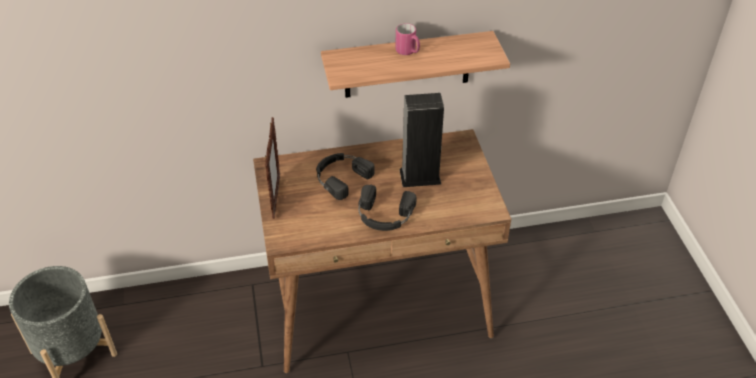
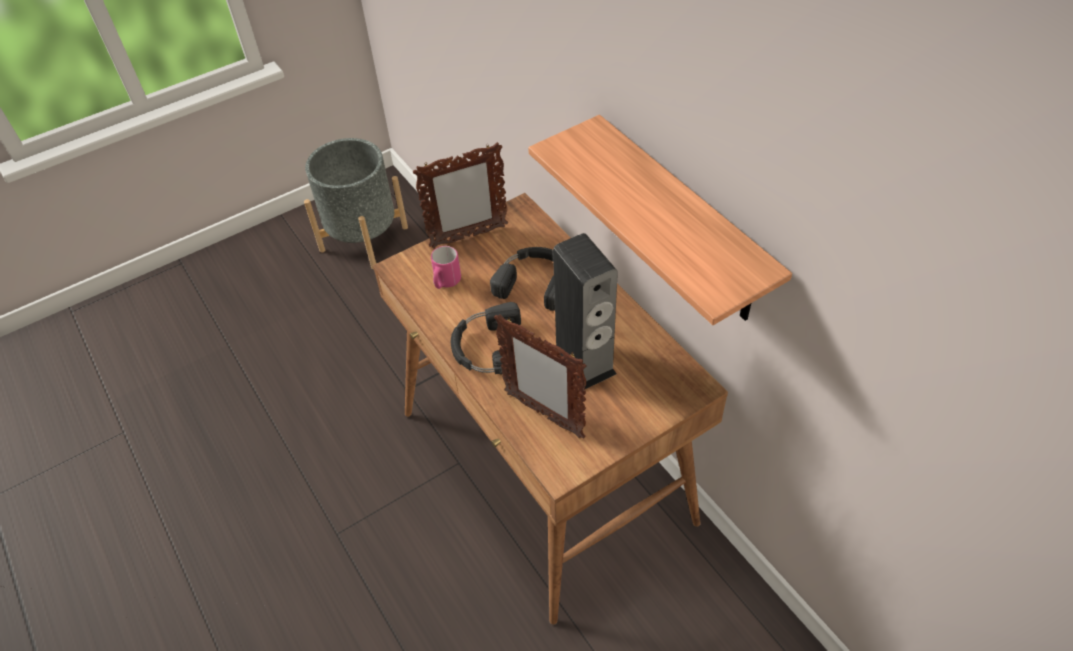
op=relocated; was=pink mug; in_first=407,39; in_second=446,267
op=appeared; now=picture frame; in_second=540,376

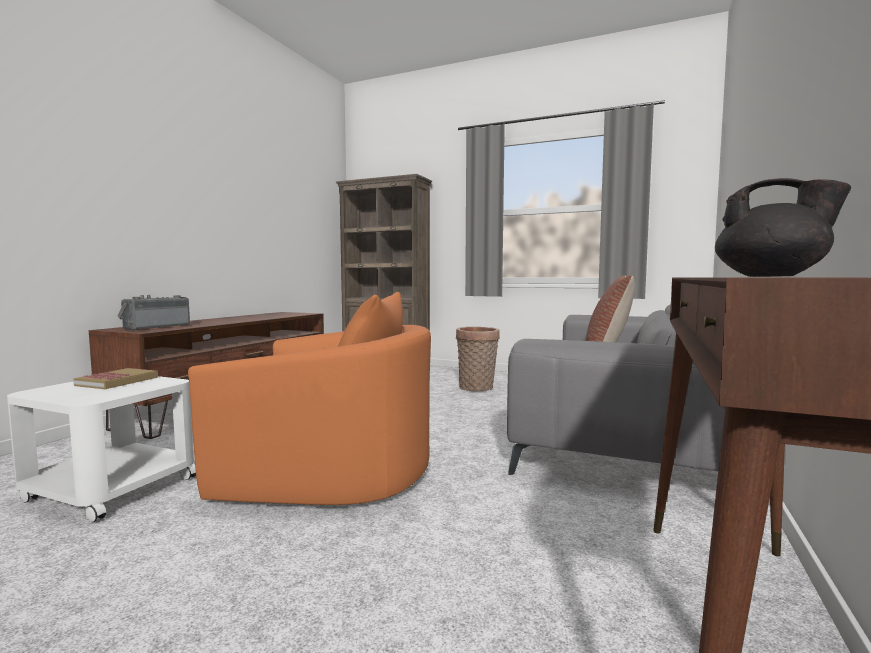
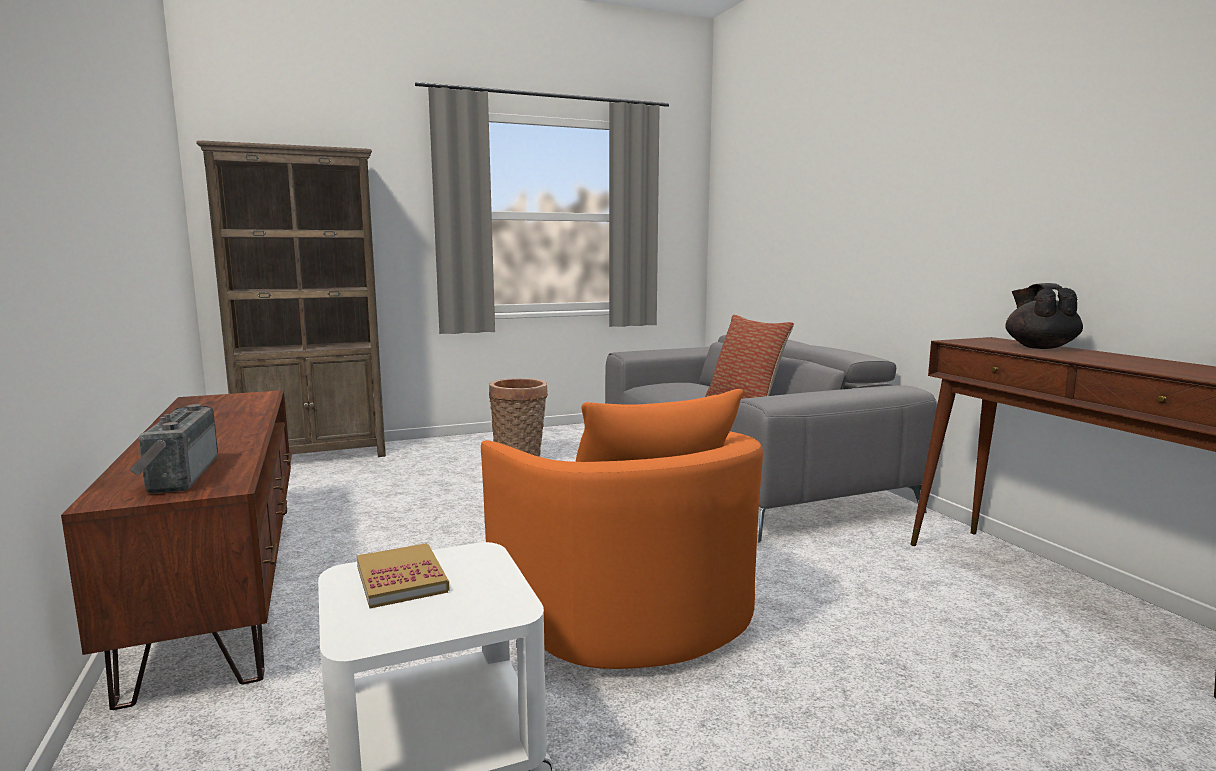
op=spun; was=black teapot; in_first=783,227; in_second=1044,316; clockwise=-75
op=spun; was=orange armchair; in_first=309,398; in_second=622,529; clockwise=105

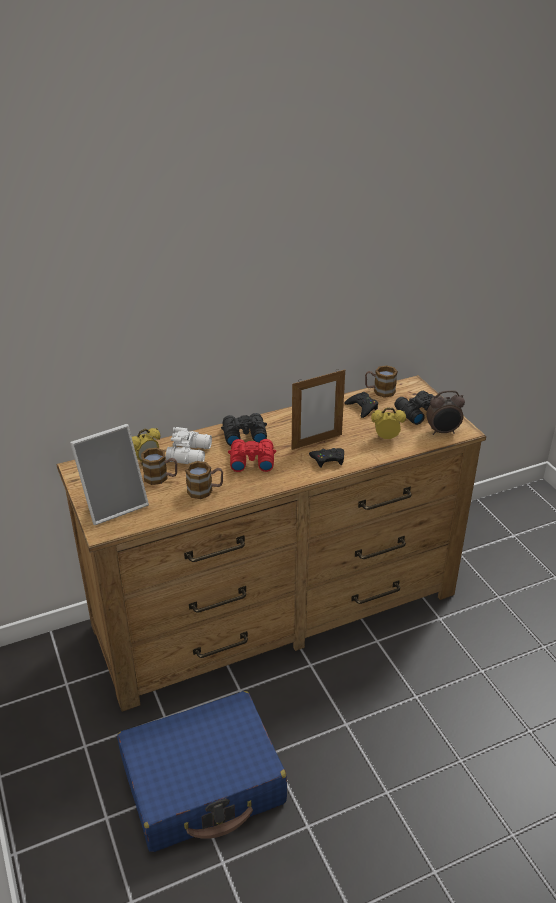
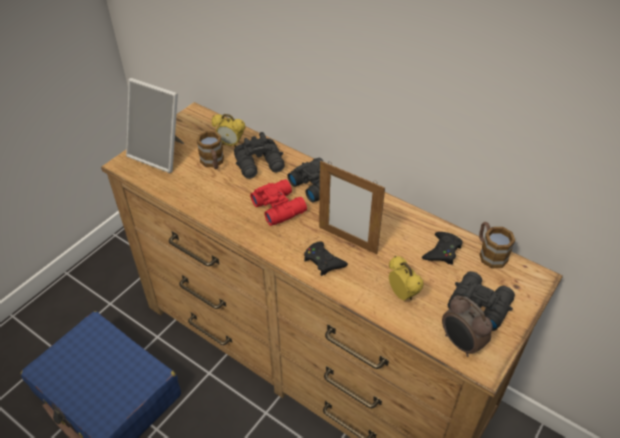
op=colour; was=white binoculars; now=black binoculars; in_first=189,445; in_second=259,155
op=missing; was=mug; in_first=204,480

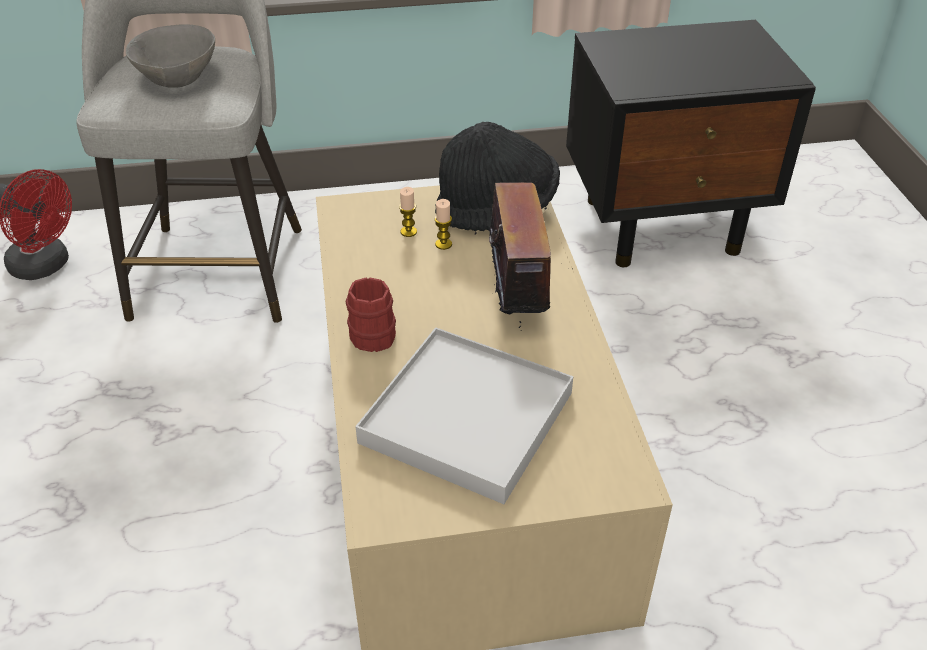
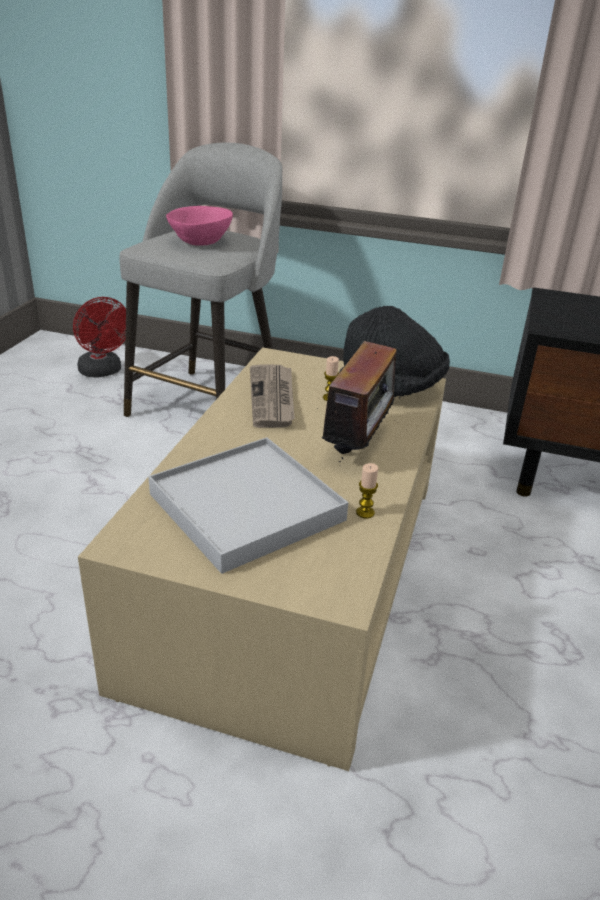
op=colour; was=grey bowl; now=pink bowl; in_first=170,56; in_second=199,226
op=relocated; was=candle; in_first=408,212; in_second=367,491
op=missing; was=red mug; in_first=371,315
op=appeared; now=newspaper; in_second=272,396

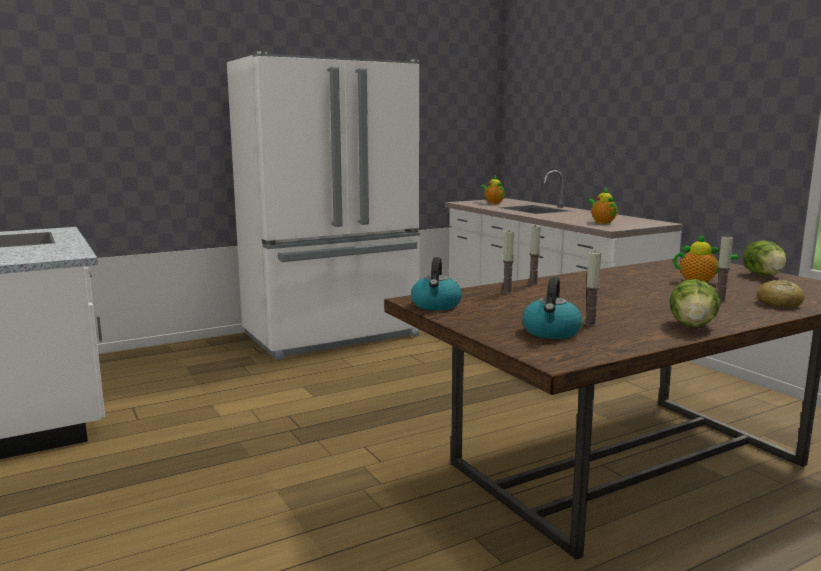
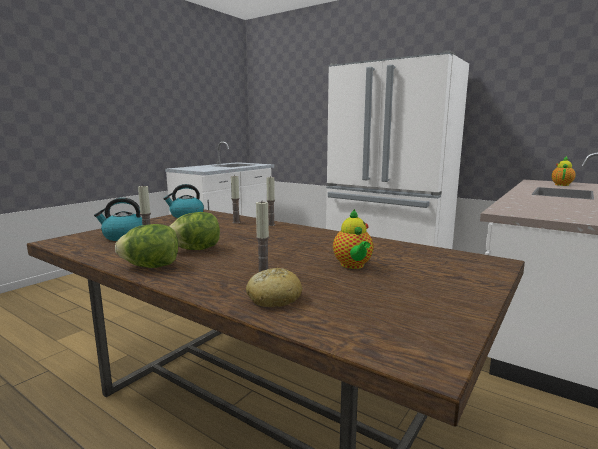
op=missing; was=teapot; in_first=602,205
op=relocated; was=lettuce; in_first=764,258; in_second=195,231

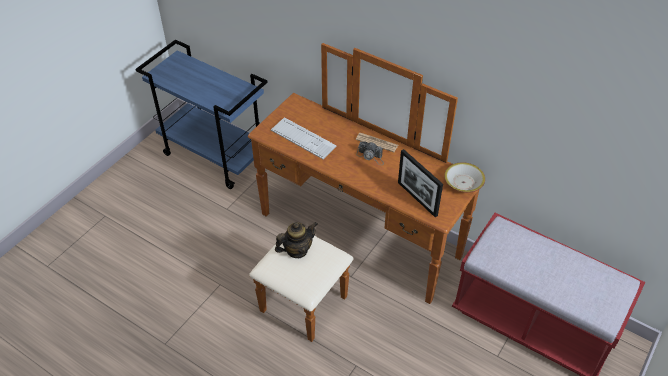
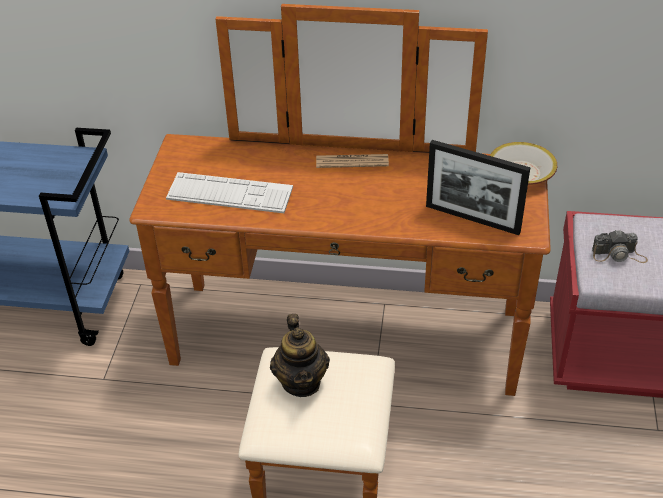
op=relocated; was=photo camera; in_first=370,153; in_second=620,246
op=spun; was=teapot; in_first=296,240; in_second=300,355; clockwise=135

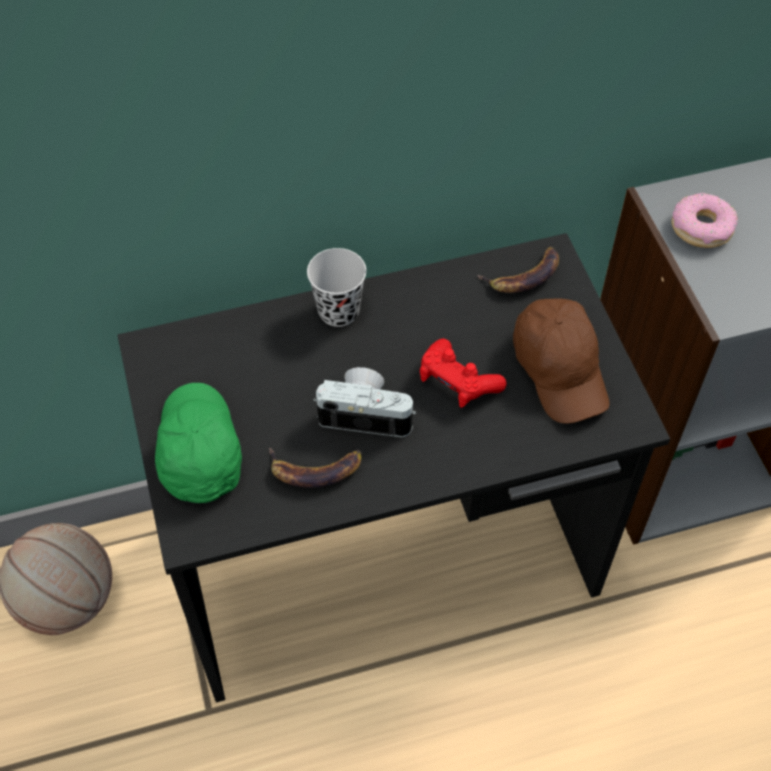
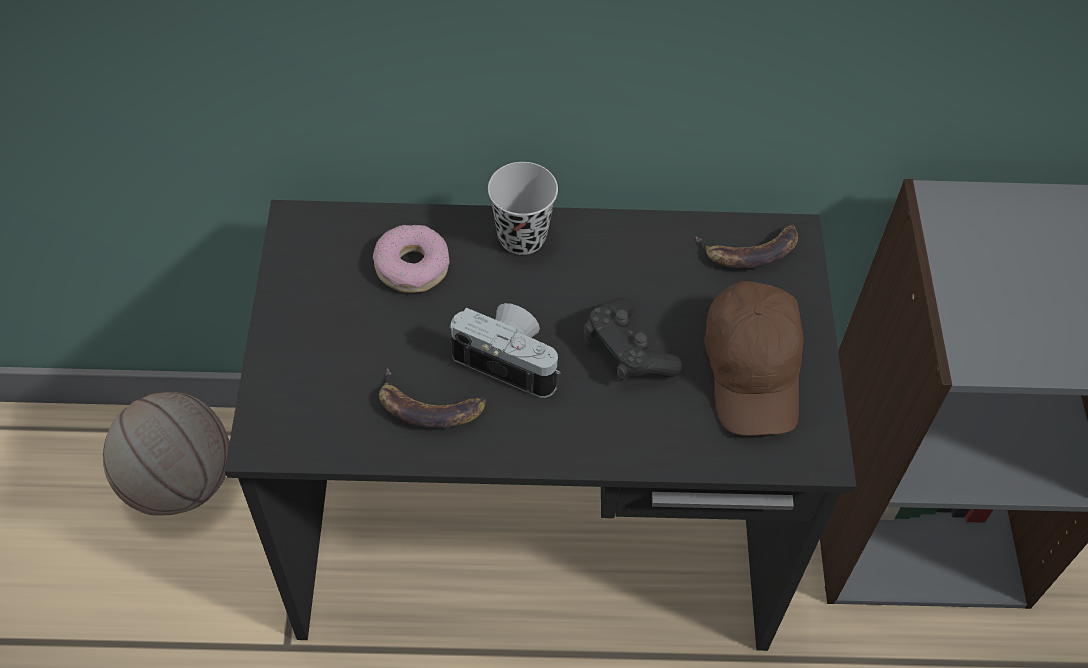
op=relocated; was=donut; in_first=704,220; in_second=411,259
op=colour; was=red game controller; now=black game controller; in_first=463,373; in_second=633,339
op=missing; was=green cap; in_first=198,443

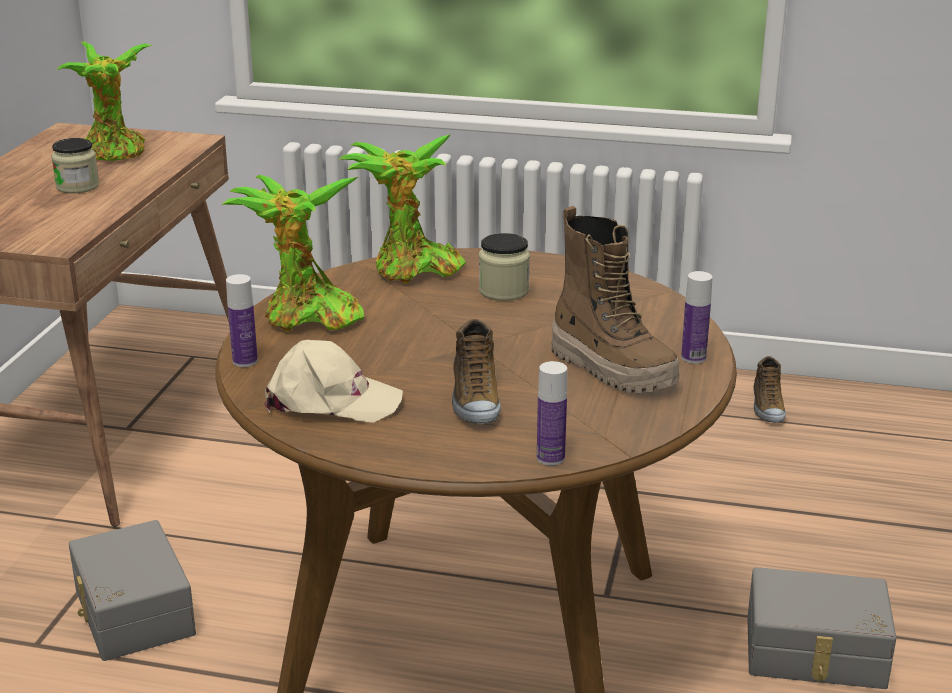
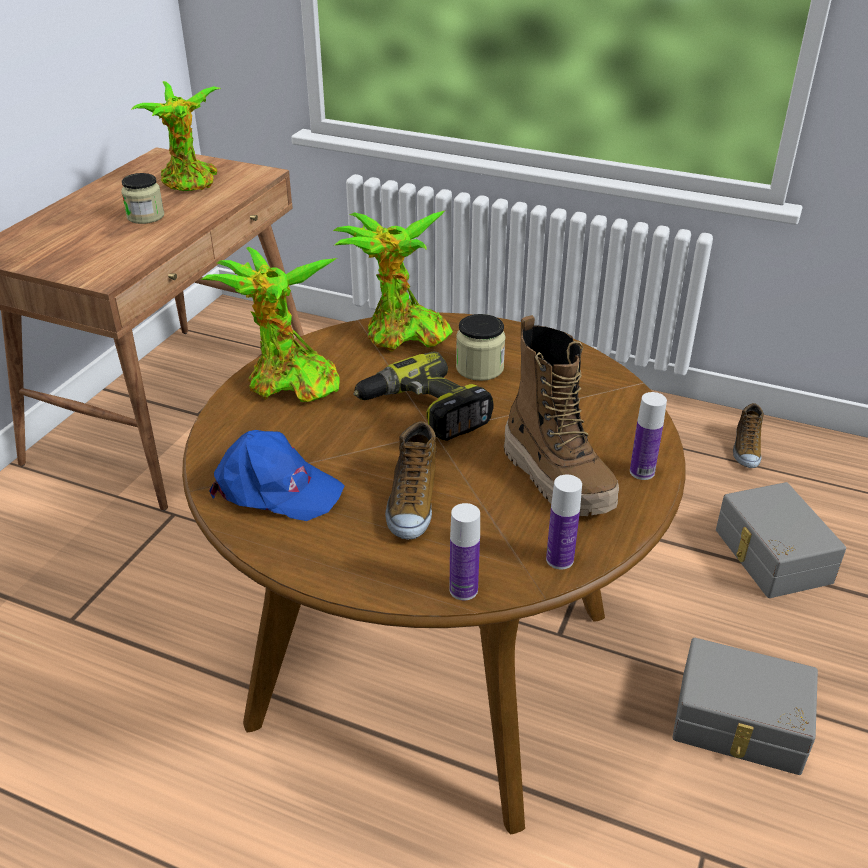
op=relocated; was=bottle; in_first=242,320; in_second=564,521
op=colour; was=beige cap; now=blue cap; in_first=334,381; in_second=277,475
op=relocated; was=grey storage box; in_first=132,590; in_second=781,540
op=appeared; now=power drill; in_second=423,396

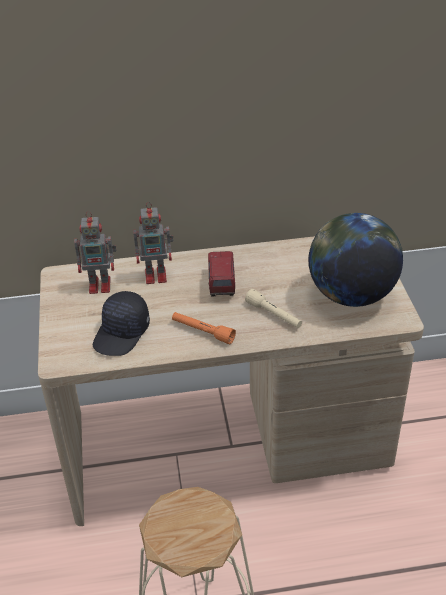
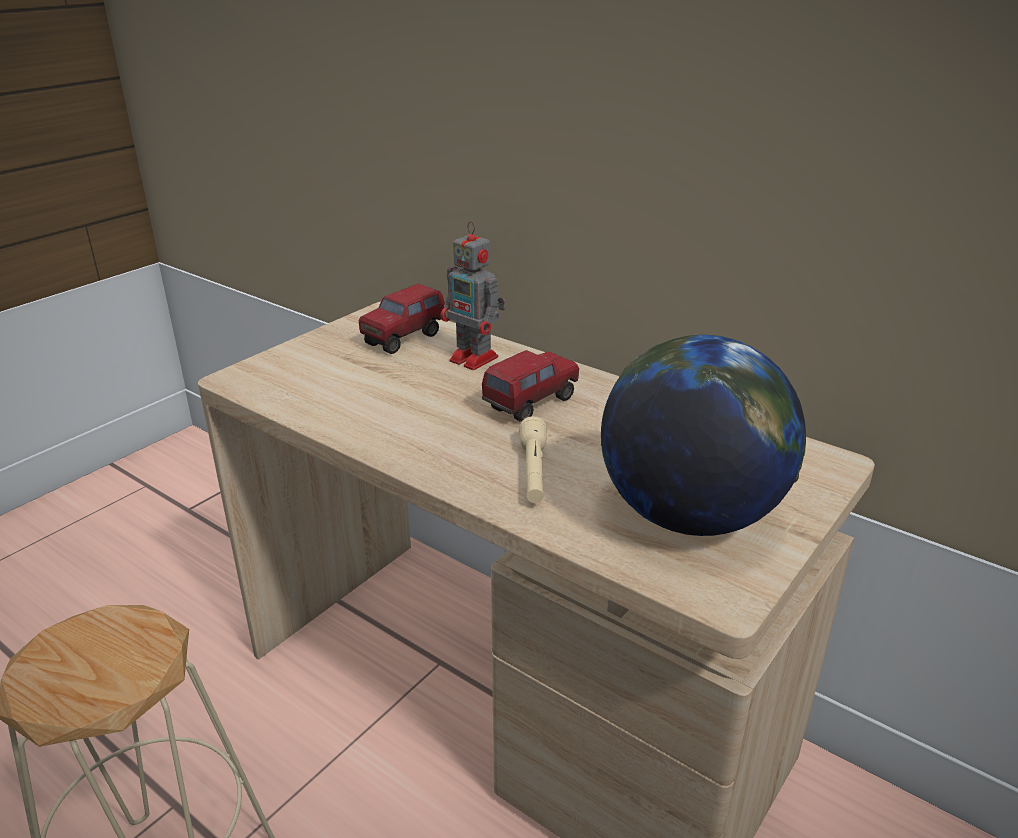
op=exchanged; was=toy robot; now=toy truck; in_first=95,252; in_second=402,319
op=missing; was=black cap; in_first=121,323
op=missing; was=orange flashlight; in_first=204,328

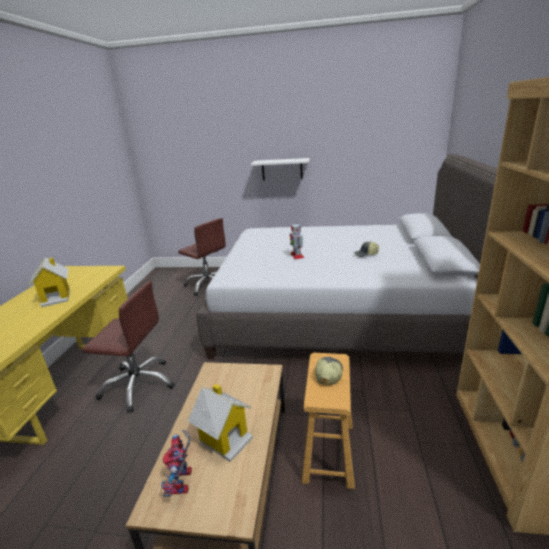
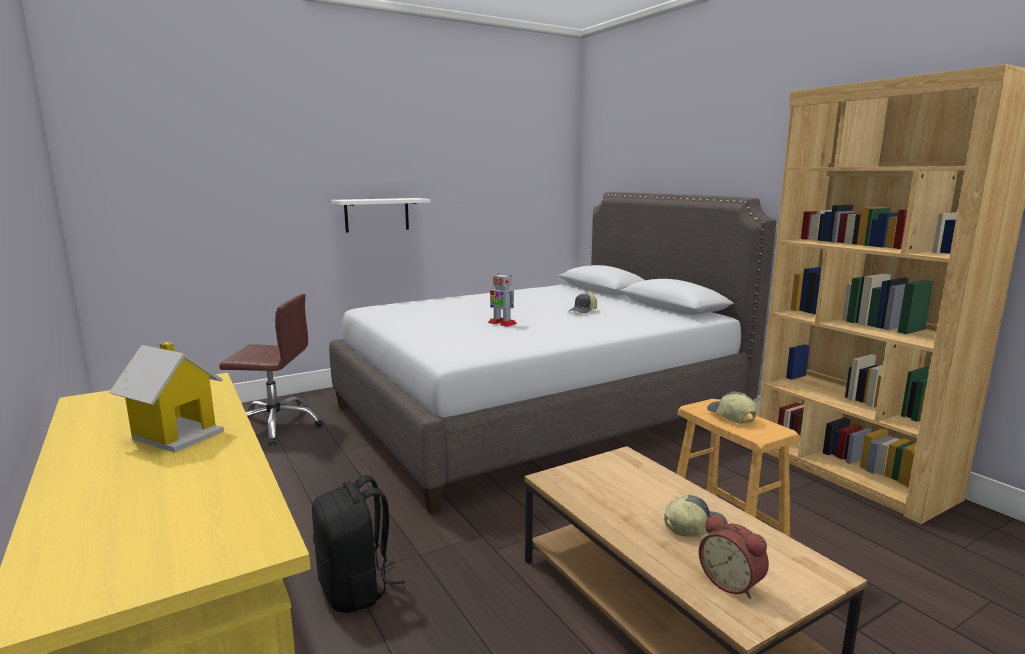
op=exchanged; was=brown office chair; now=black backpack; in_first=128,347; in_second=358,544
op=exchanged; was=toy house; now=cap; in_first=220,423; in_second=696,516
op=exchanged; was=toy robot; now=alarm clock; in_first=176,463; in_second=734,556

